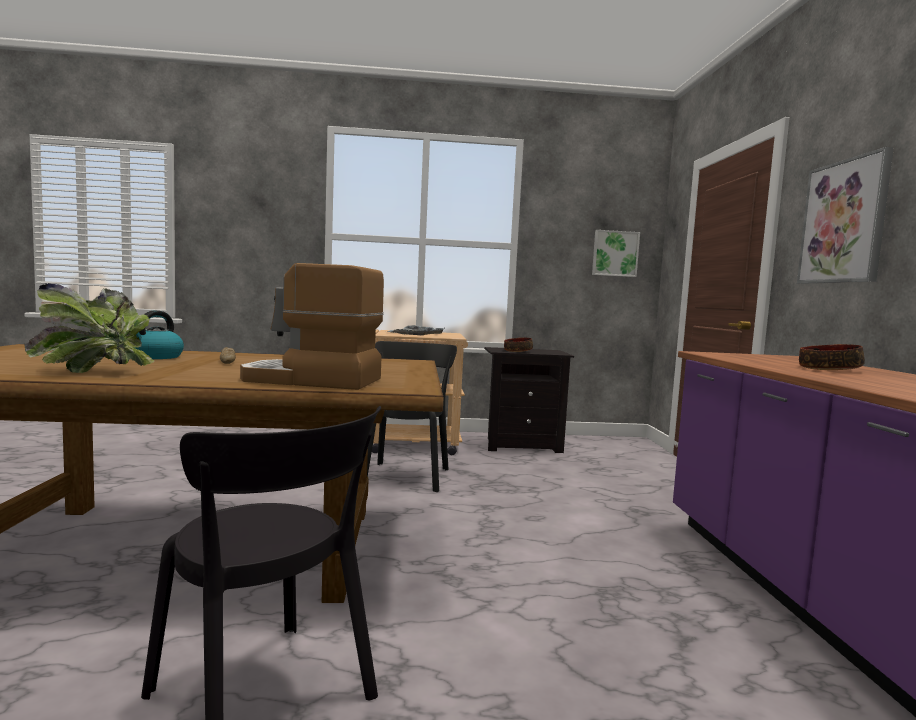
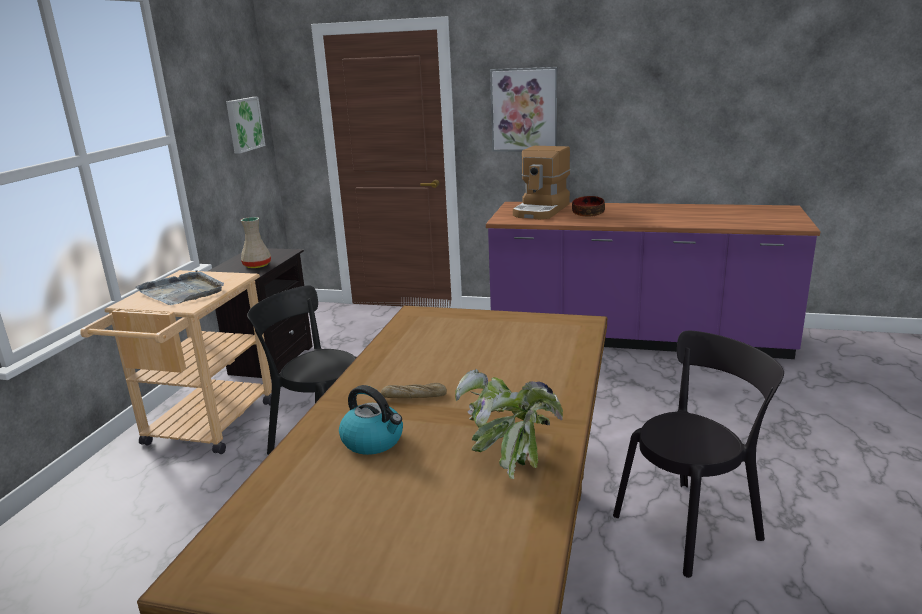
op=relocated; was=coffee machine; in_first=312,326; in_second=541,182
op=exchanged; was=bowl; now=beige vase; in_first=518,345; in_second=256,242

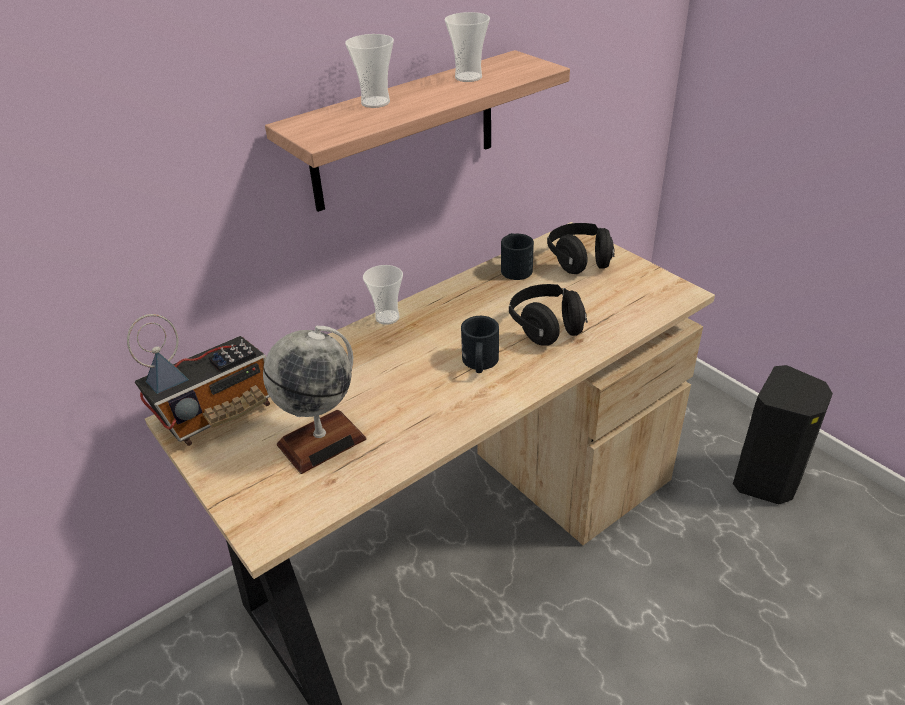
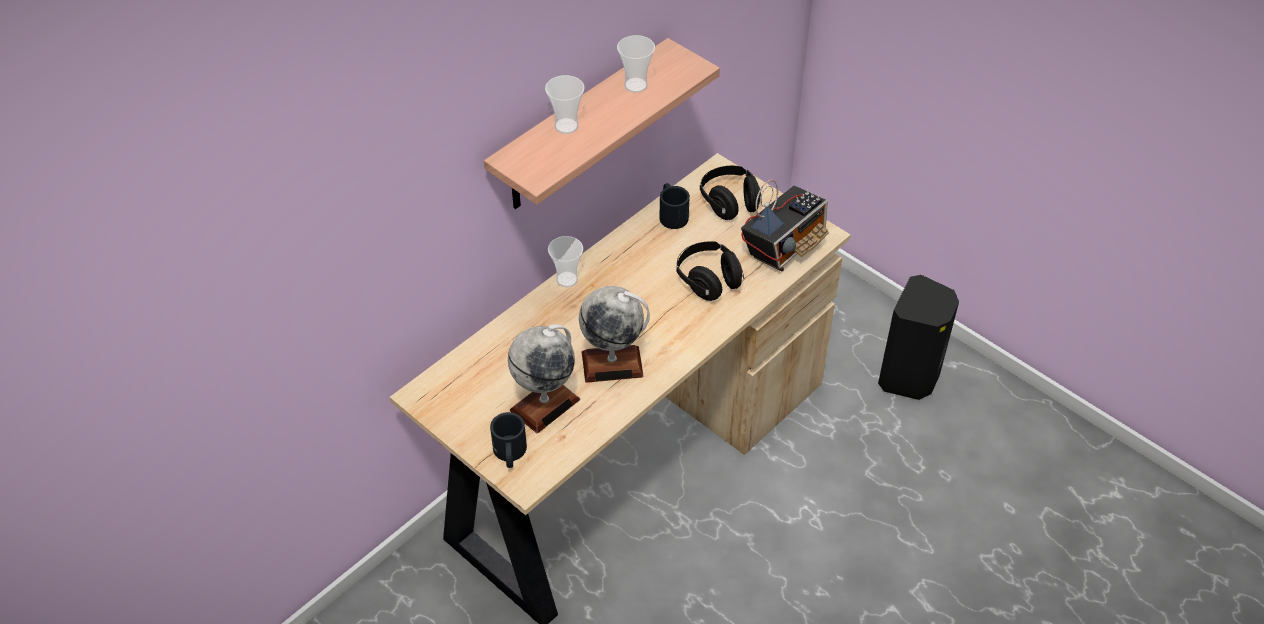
op=relocated; was=radio; in_first=198,380; in_second=784,225
op=relocated; was=black mug; in_first=480,344; in_second=508,440
op=appeared; now=globe; in_second=614,334

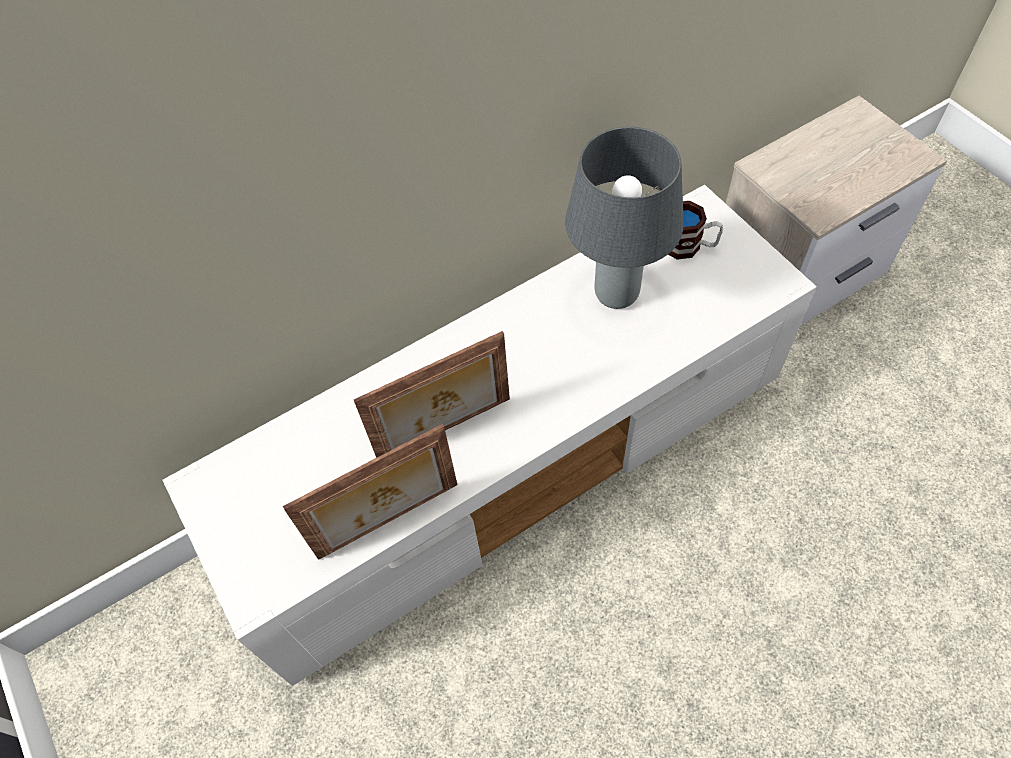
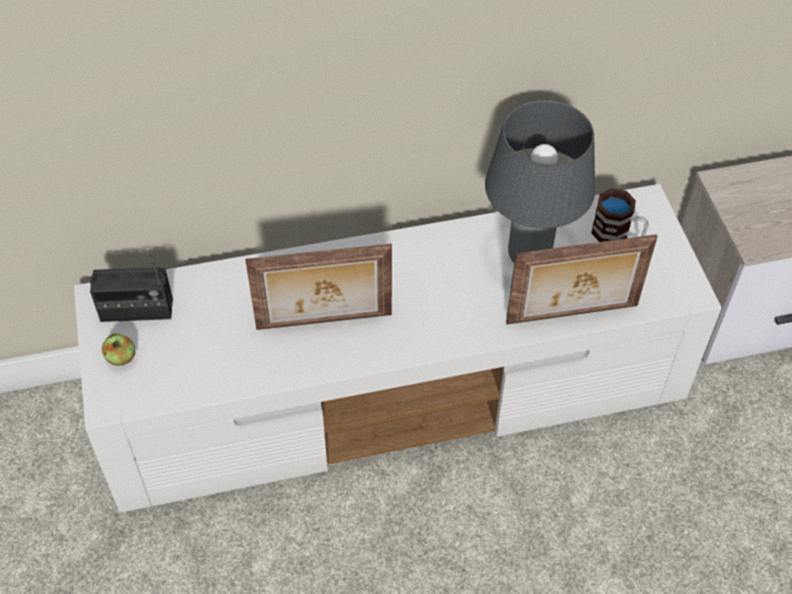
op=relocated; was=picture frame; in_first=370,492; in_second=581,279
op=appeared; now=radio; in_second=131,285
op=appeared; now=apple; in_second=118,350

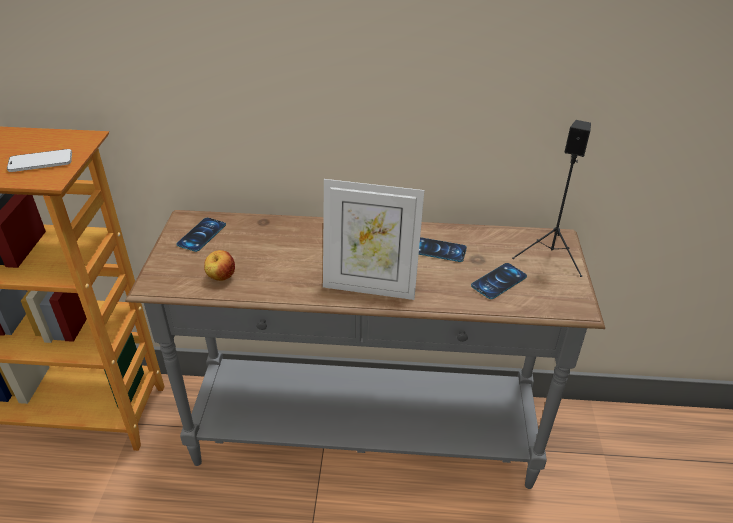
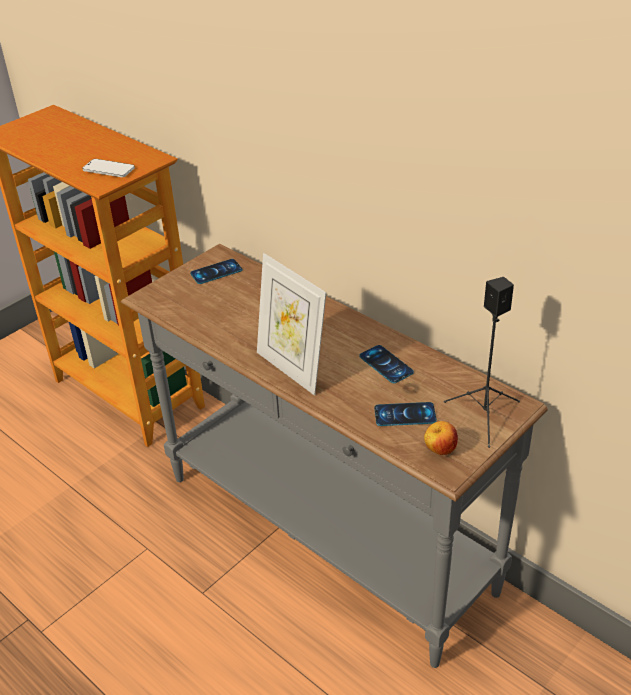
op=relocated; was=apple; in_first=219,265; in_second=441,438

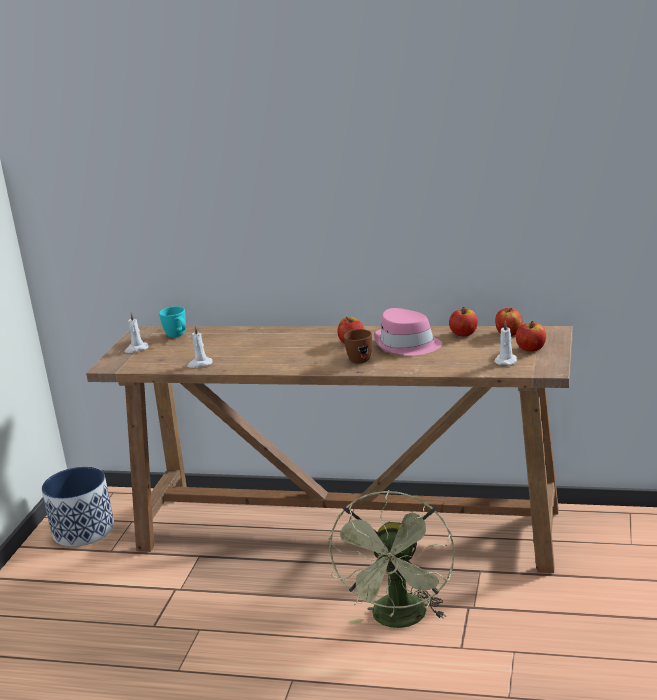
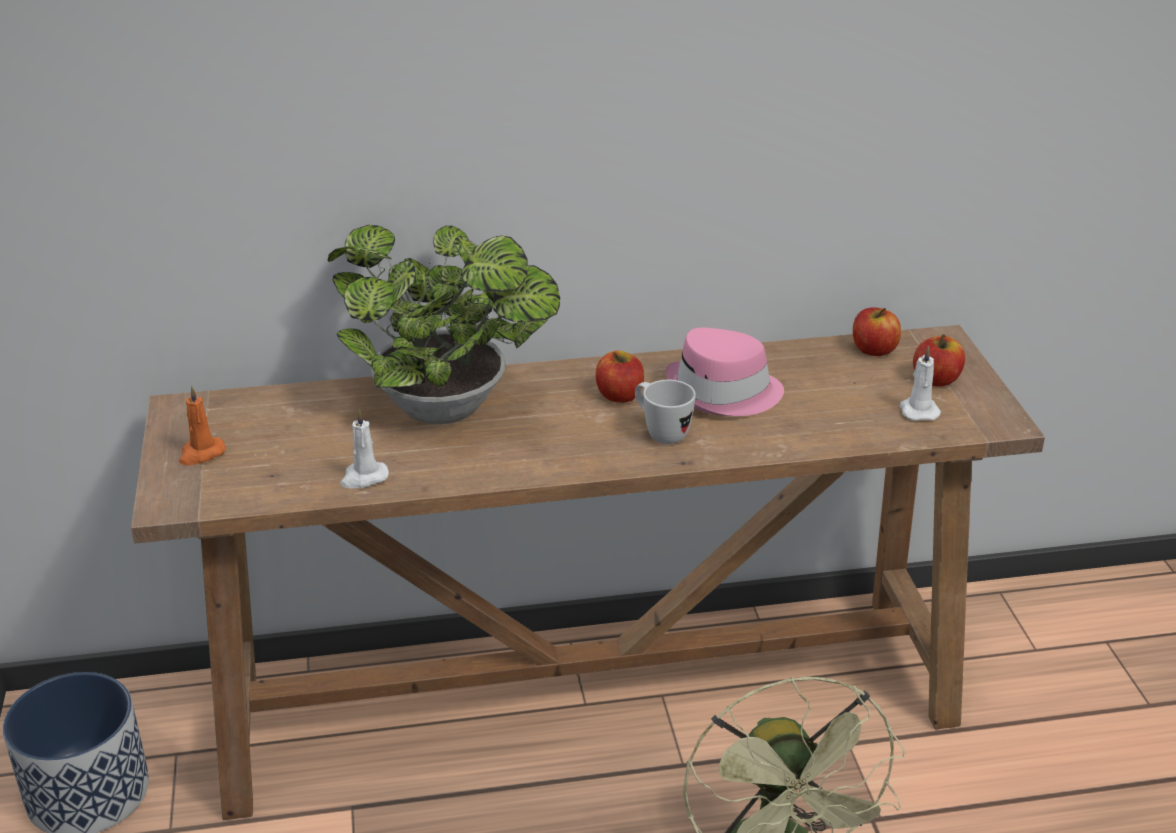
op=missing; was=turquoise mug; in_first=172,321
op=missing; was=apple; in_first=463,321
op=colour; was=white candle; now=orange candle; in_first=137,333; in_second=202,425
op=colour; was=brown mug; now=white mug; in_first=357,346; in_second=665,412
op=appeared; now=potted plant; in_second=443,324

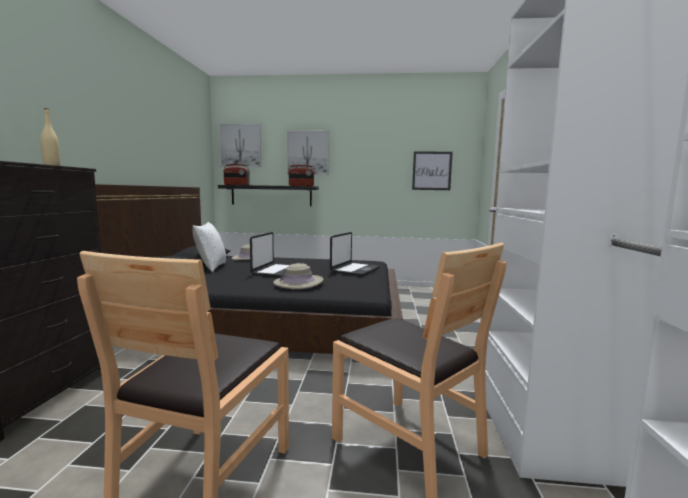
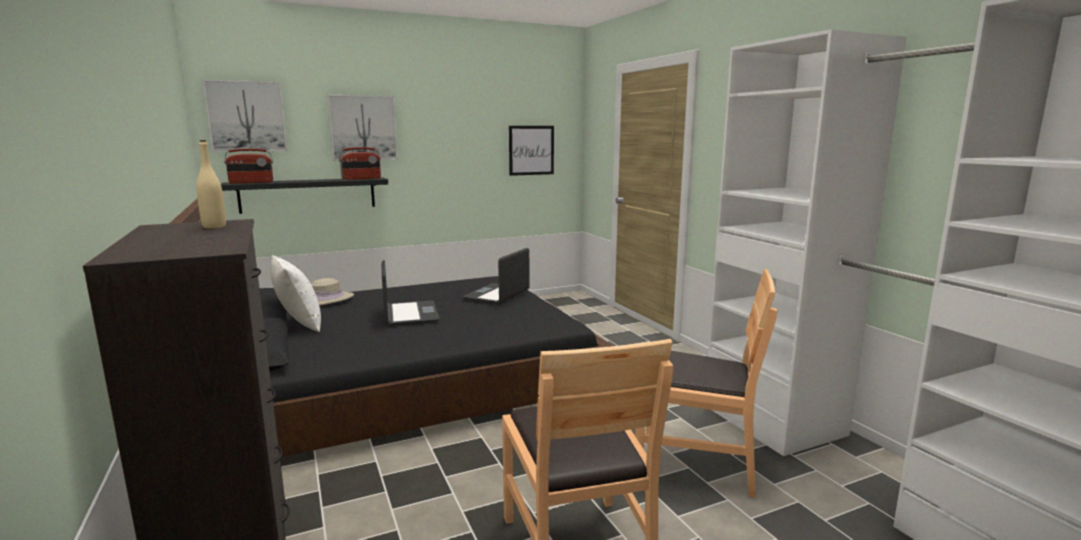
op=spun; was=laptop; in_first=355,254; in_second=496,276; clockwise=-150
op=missing; was=beige hat; in_first=298,276

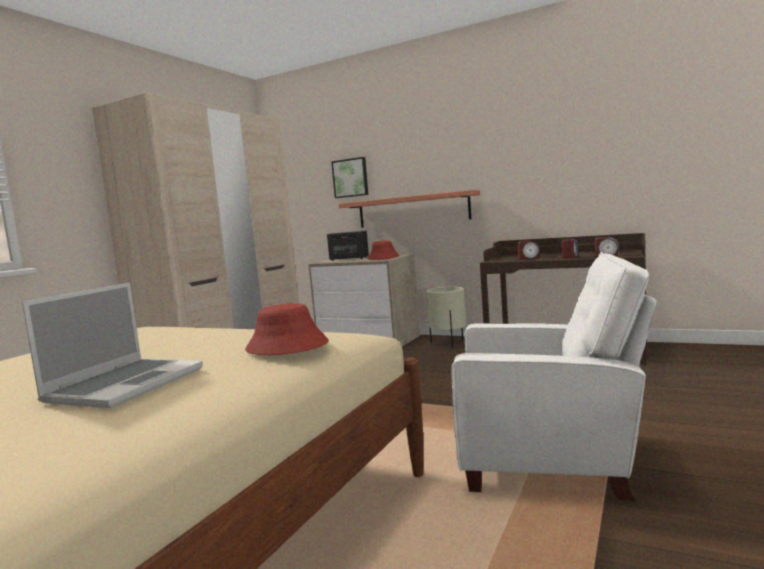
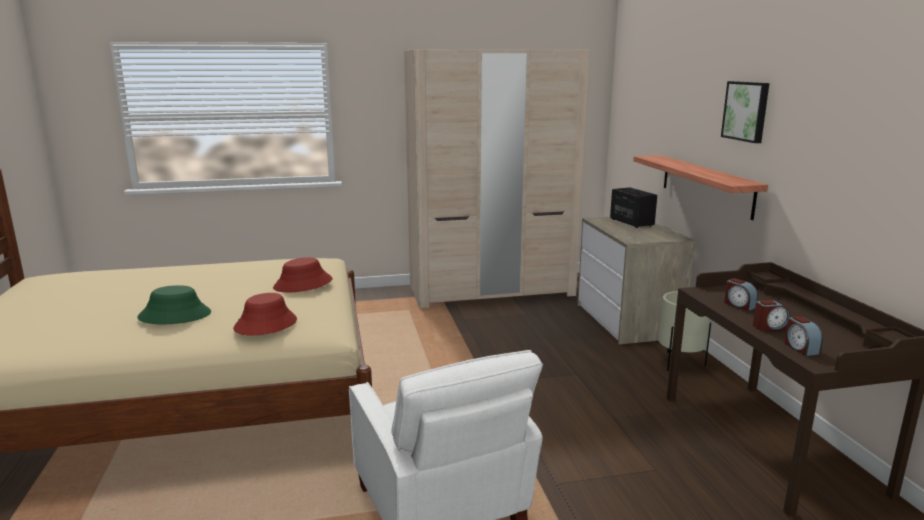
op=relocated; was=picture; in_first=349,177; in_second=745,112
op=relocated; was=red hat; in_first=383,250; in_second=302,274
op=exchanged; was=laptop; now=green hat; in_first=112,345; in_second=174,304

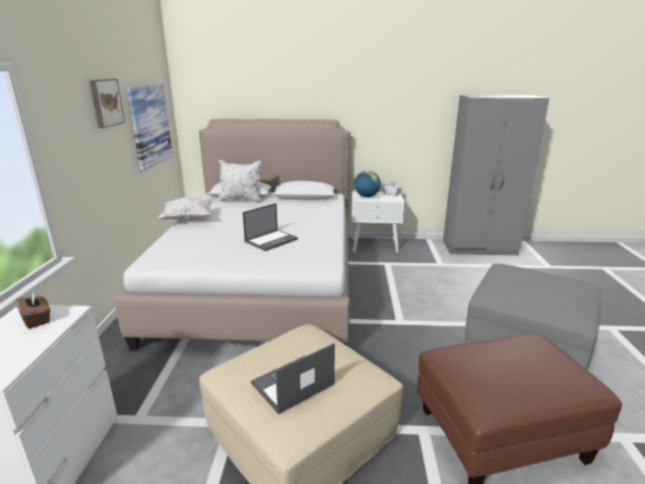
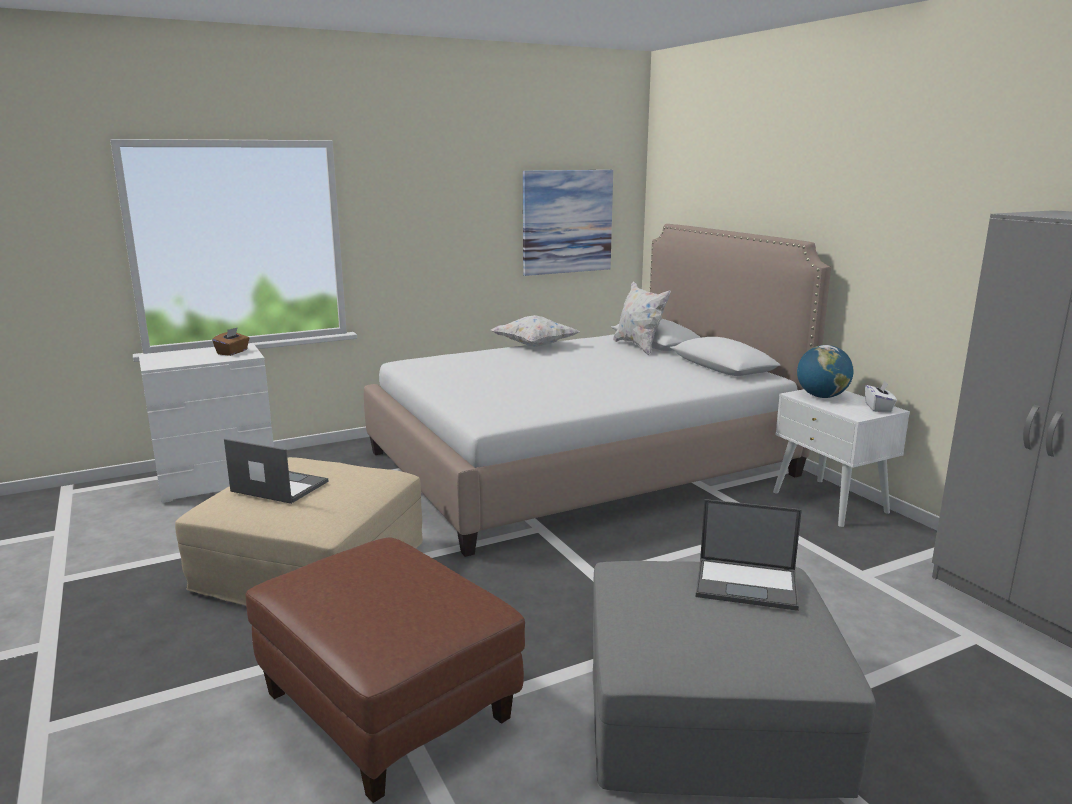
op=missing; was=picture; in_first=107,103
op=relocated; was=laptop; in_first=270,227; in_second=749,555

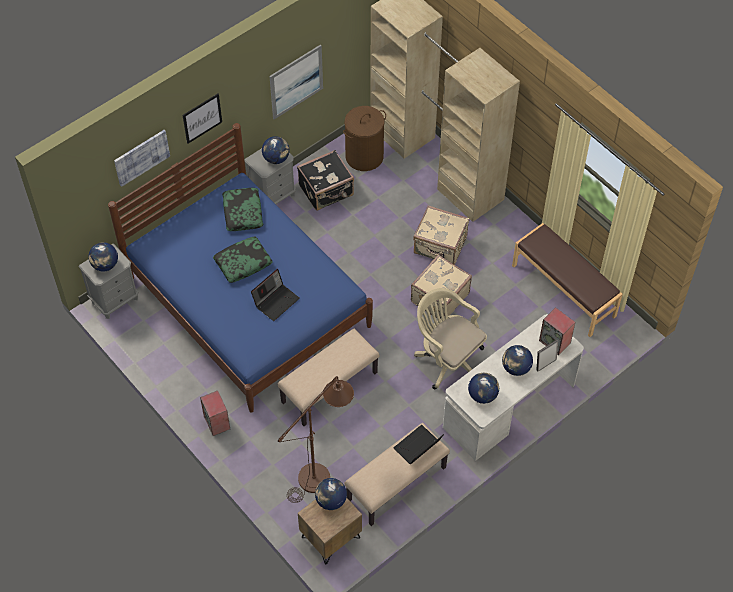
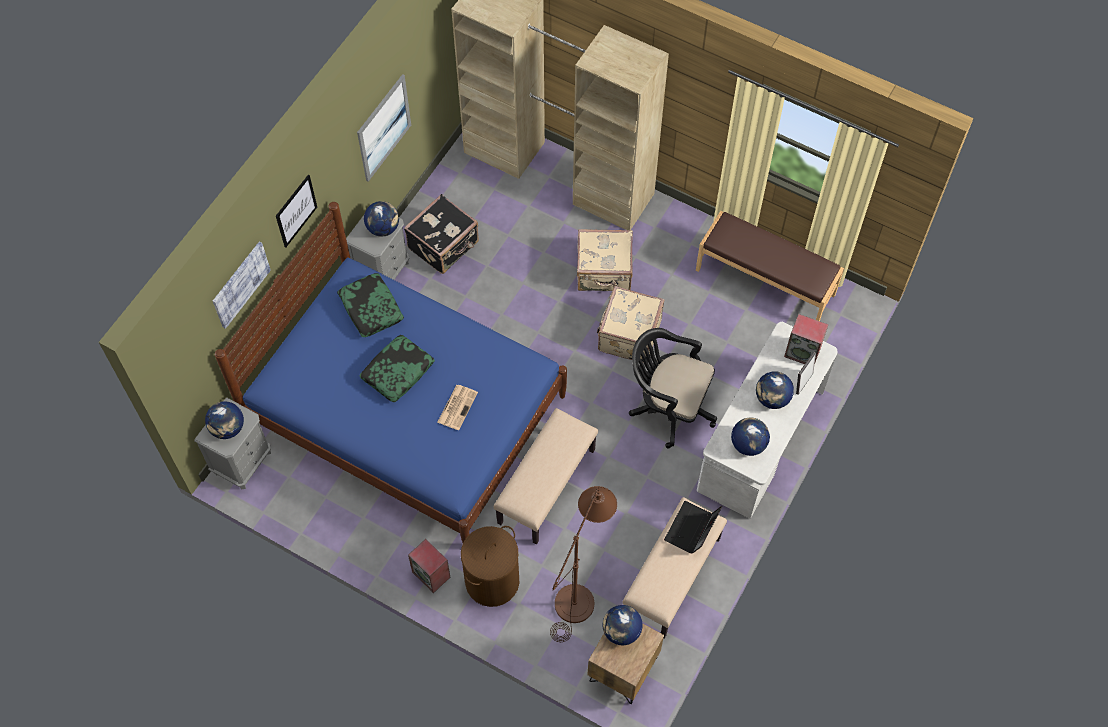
op=relocated; was=brown laundry basket; in_first=364,138; in_second=490,566
op=exchanged; was=laptop; now=newspaper; in_first=275,295; in_second=457,407
op=colour; was=beige office chair; now=black office chair; in_first=450,338; in_second=673,388

